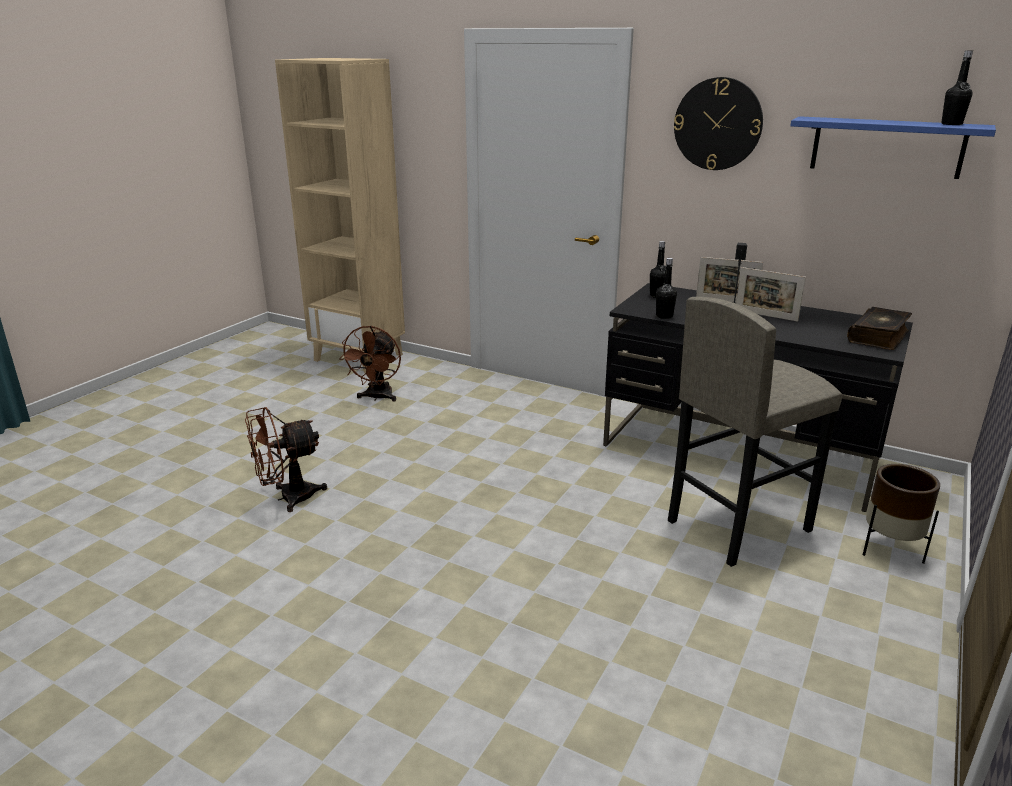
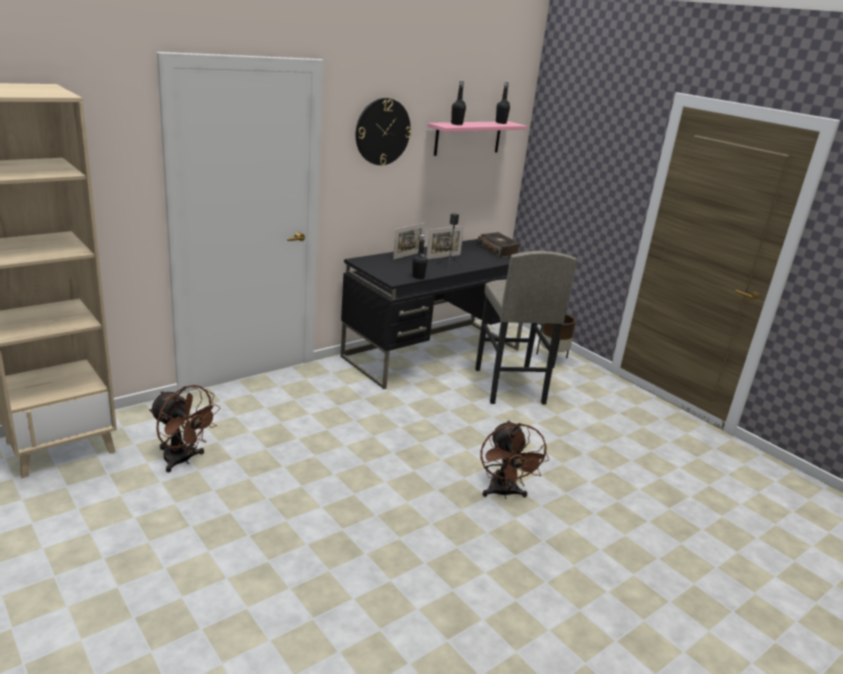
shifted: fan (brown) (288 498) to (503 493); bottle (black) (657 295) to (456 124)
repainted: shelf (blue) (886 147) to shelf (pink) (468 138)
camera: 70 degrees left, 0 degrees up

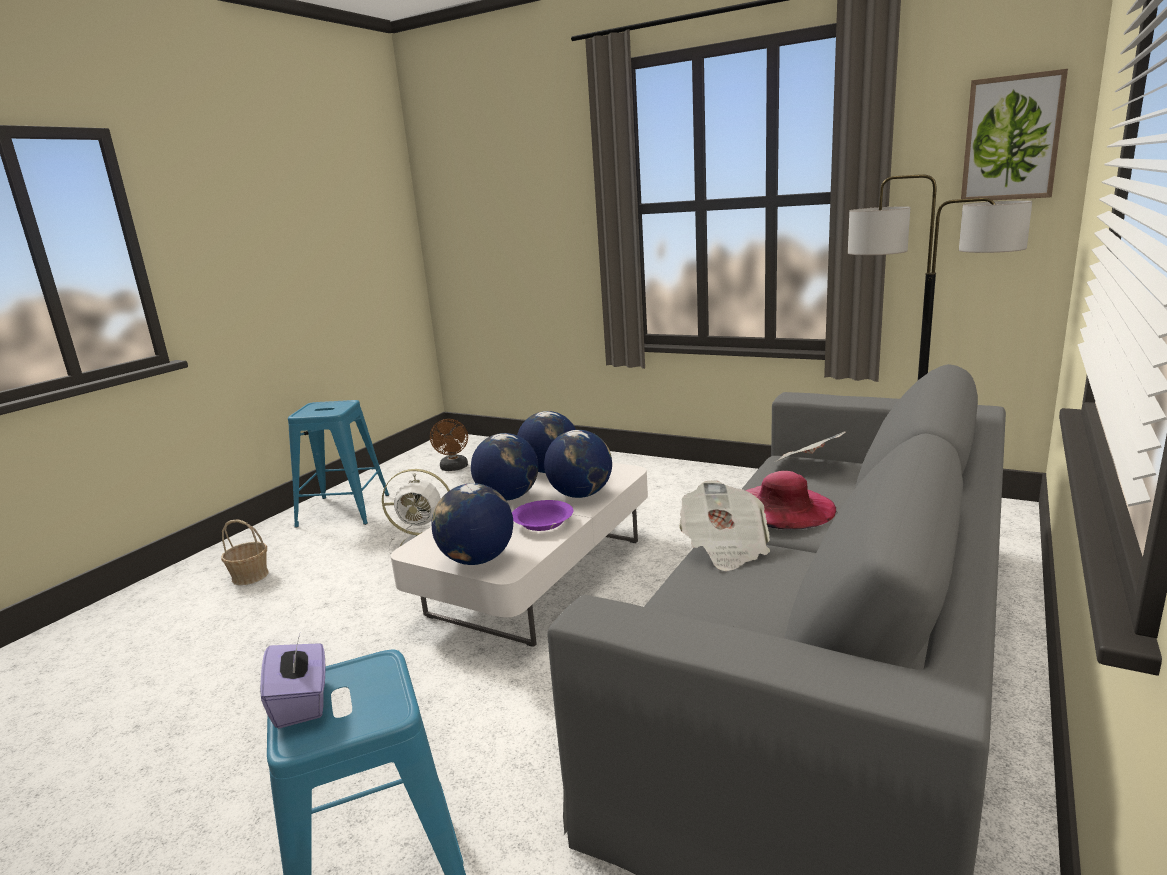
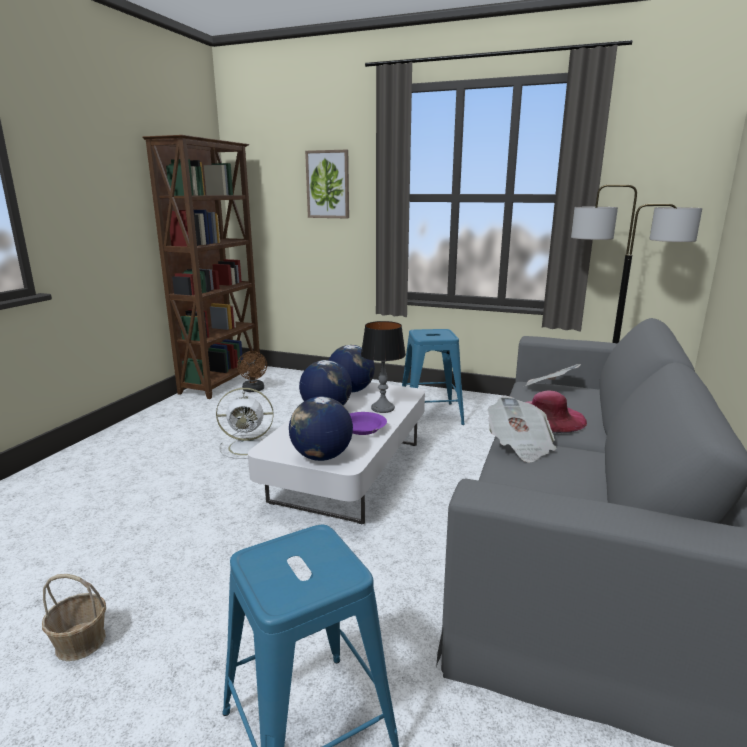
gone: tissue box (purple) (302 702)
new: bookcase (brown) (223 381)
shifted: basket (250 576) to (81 642); stool (blue) (343 510) to (430 415); picture (1011 138) to (328 184)
swapped: globe (580 494) to table lamp (382 408)
camera: 10 degrees left, 0 degrees up

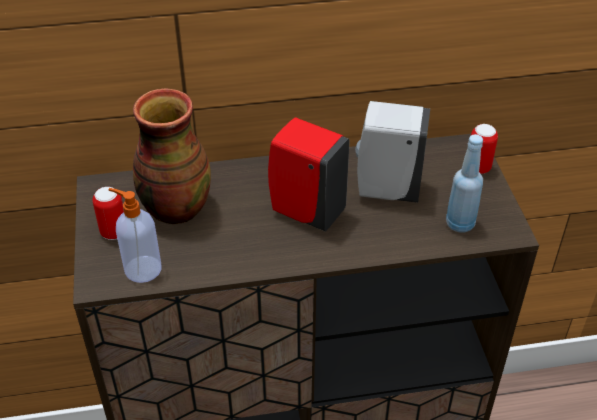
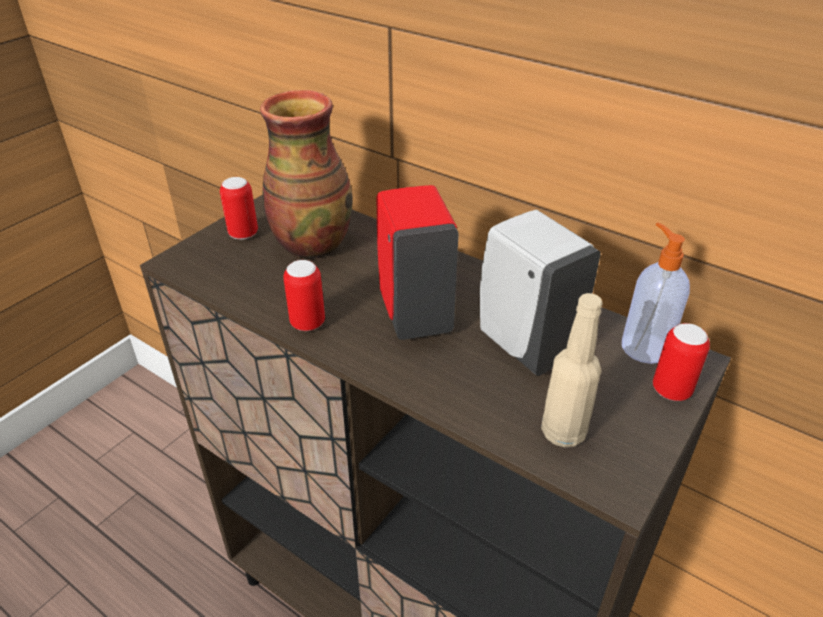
new: can (307 323)
shifted: soap dispenser (141 269) to (644 346)
repainted: bottle (blue) (460 224) to bottle (beige) (563 432)
camera: 45 degrees right, 5 degrees down

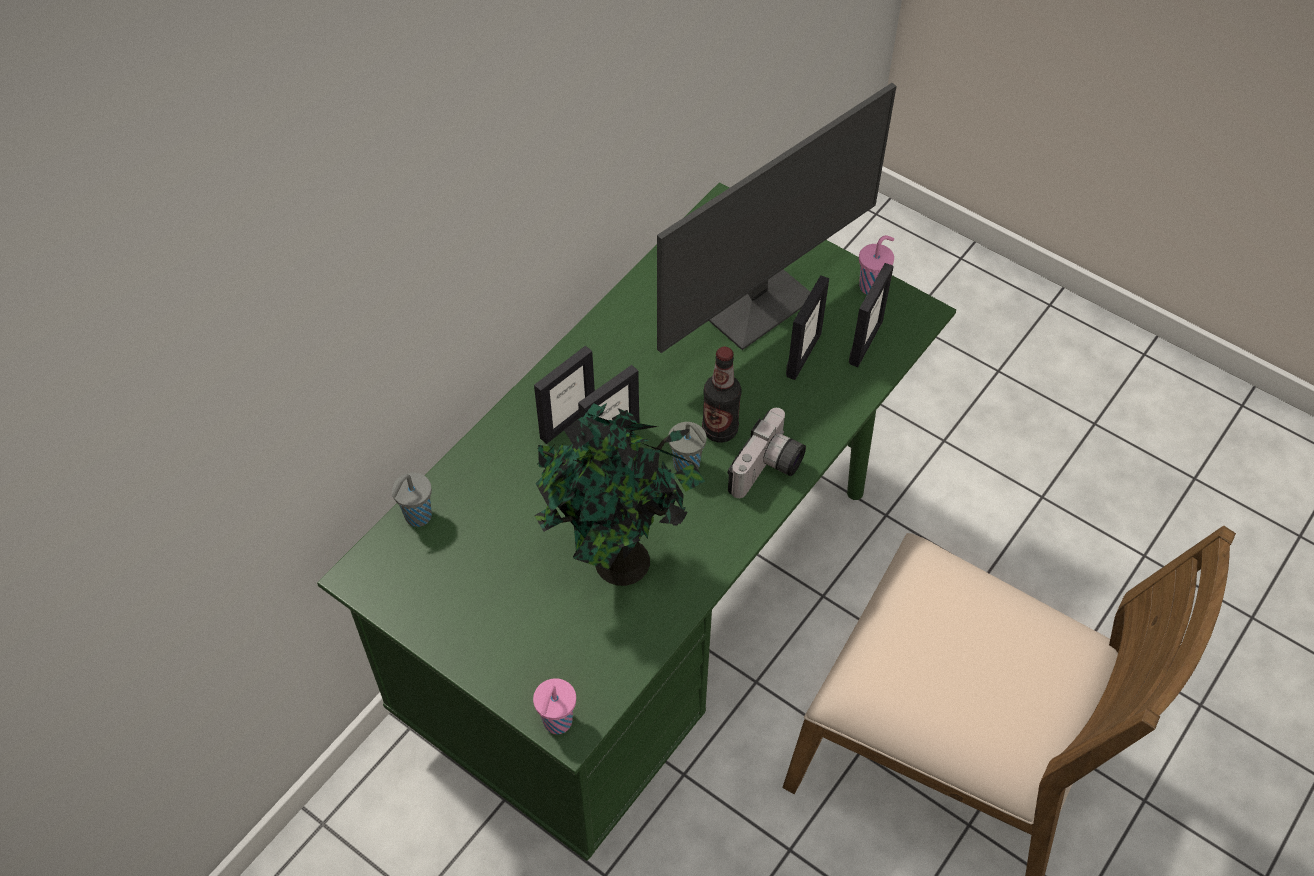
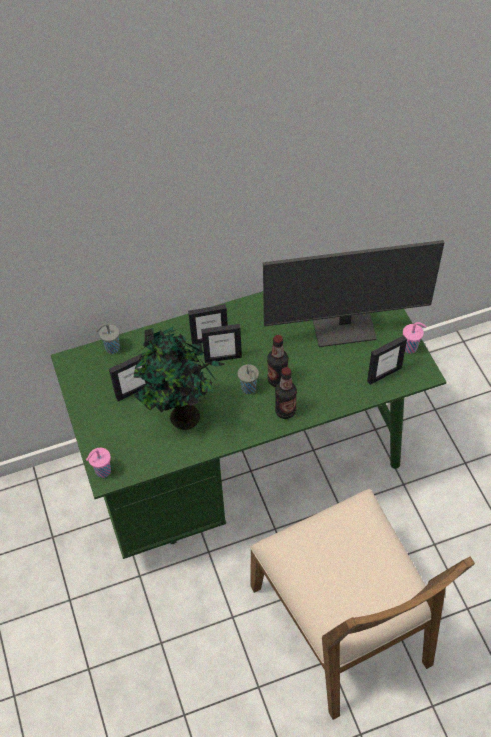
shifted: picture frame (803 355) to (133 391)
swapped: photo camera (768 470) to bottle (285 411)
camera: 35 degrees right, 0 degrees up

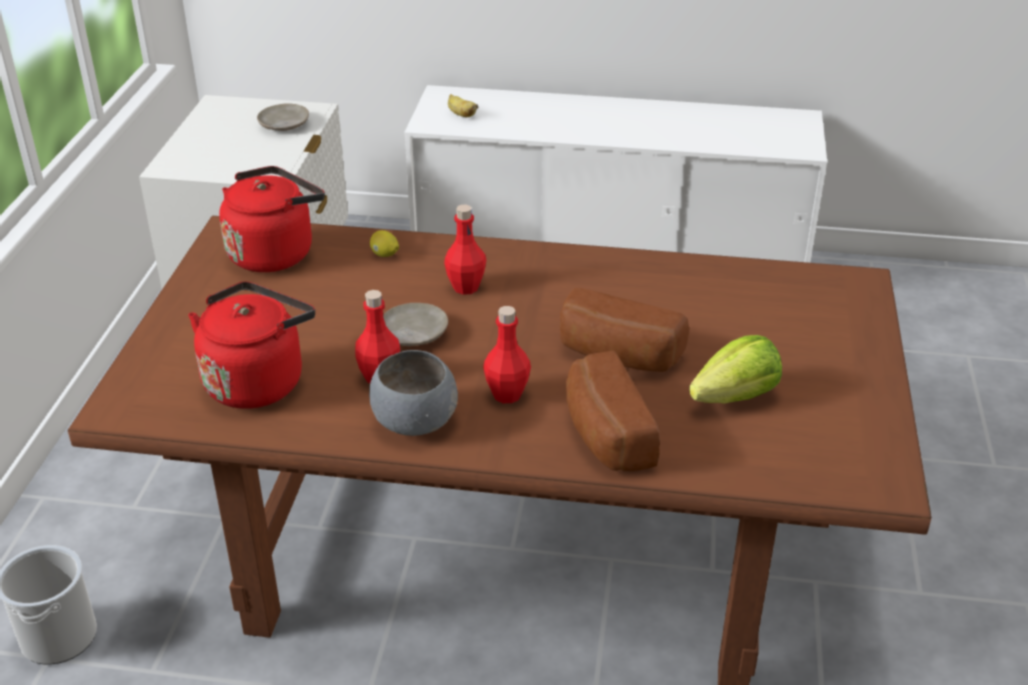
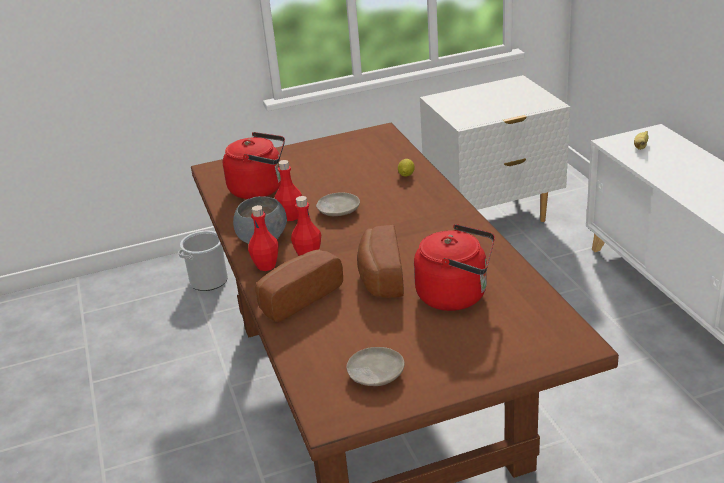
gone: lettuce (735 397)
shifted: kettle (red) (274 252) to (456 295); plate (beige) (283 125) to (375 374); bottle (red) (466 287) to (266 266)
camera: 65 degrees right, 5 degrees down

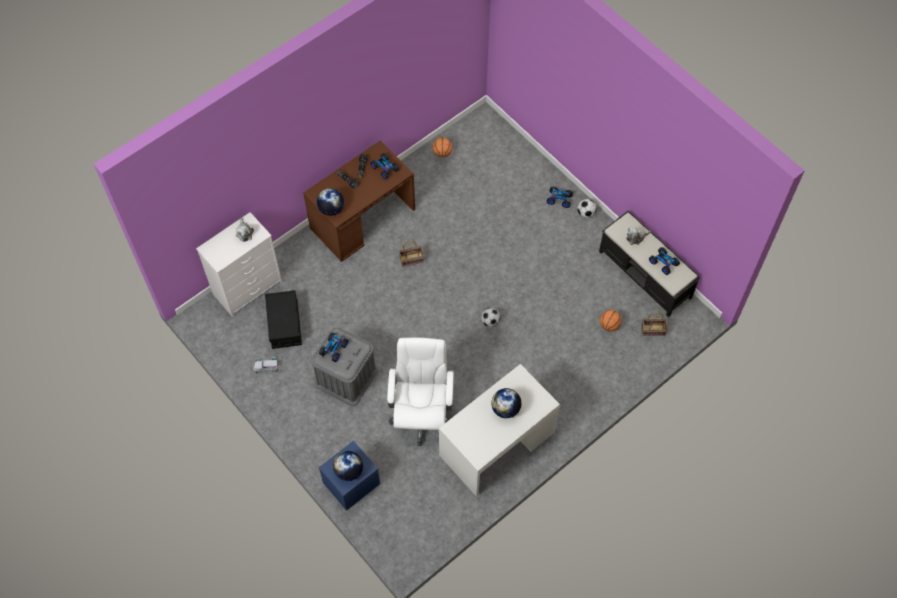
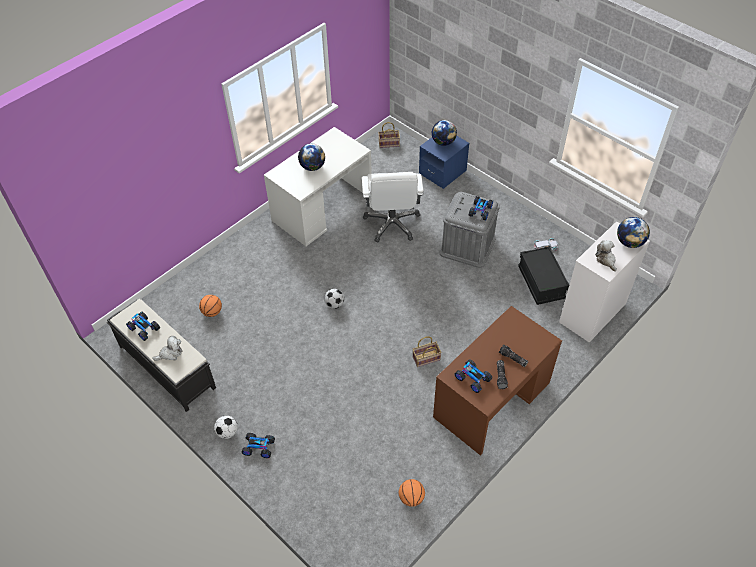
shifted: globe (331 209) to (629 242); basket (652 331) to (389 143)
camera: 175 degrees right, 10 degrees down

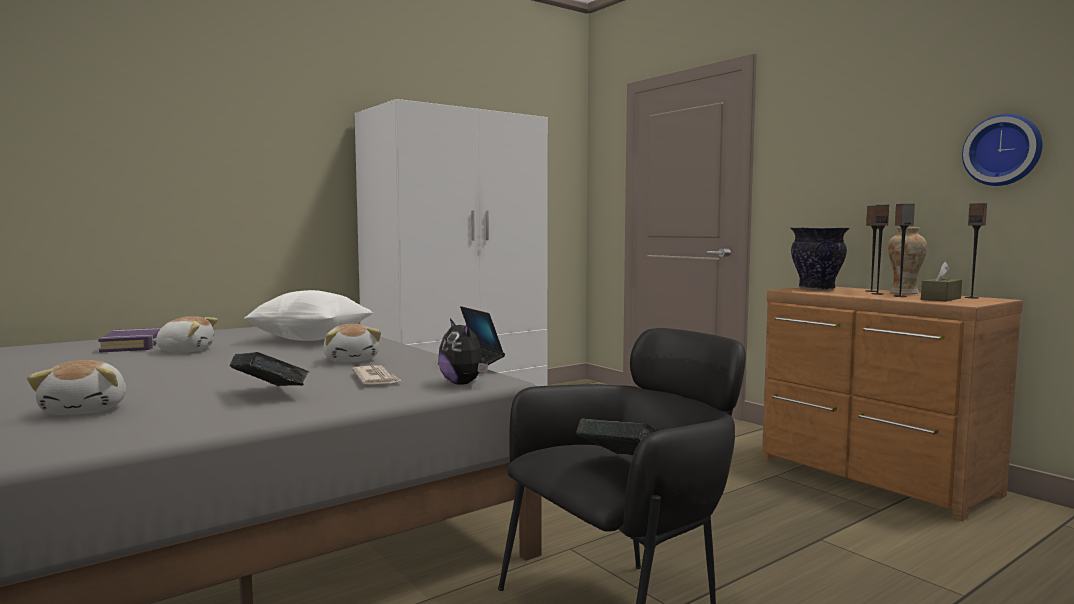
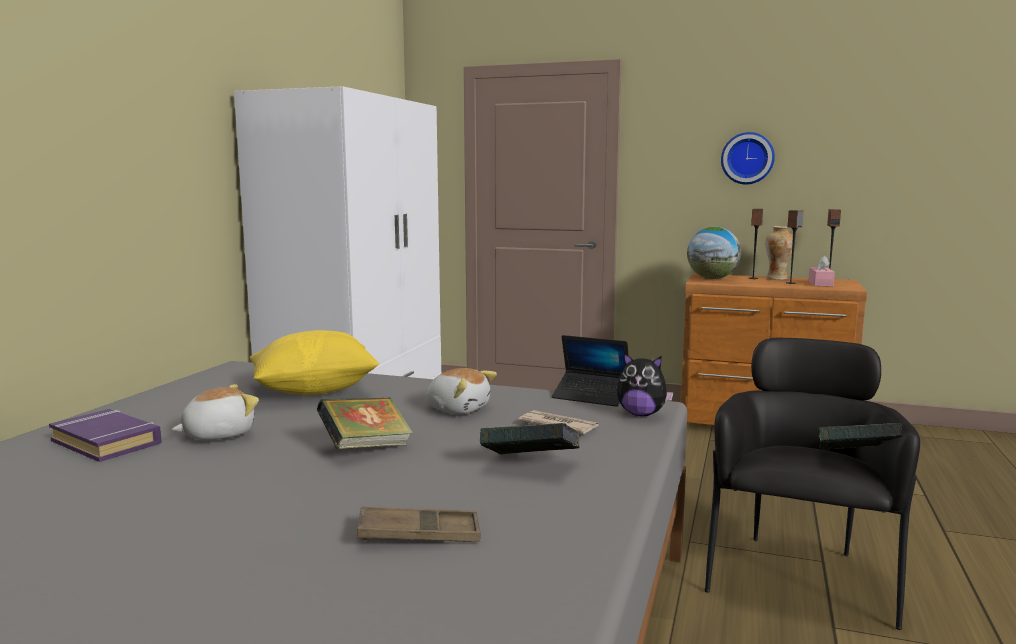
gone: speaker (877 294)
new: book (366 447)
shifted: wall clock (1003 150) to (747 158)
swapped: plush toy (87 410) to tray (brown) (419 534); vase (817 289) to globe (712 278)
repainted: pillow (white) (311 339) to pillow (yellow) (315 390); tissue box (brown) (941 299) to tissue box (pink) (820 284)
camera: 35 degrees left, 5 degrees up

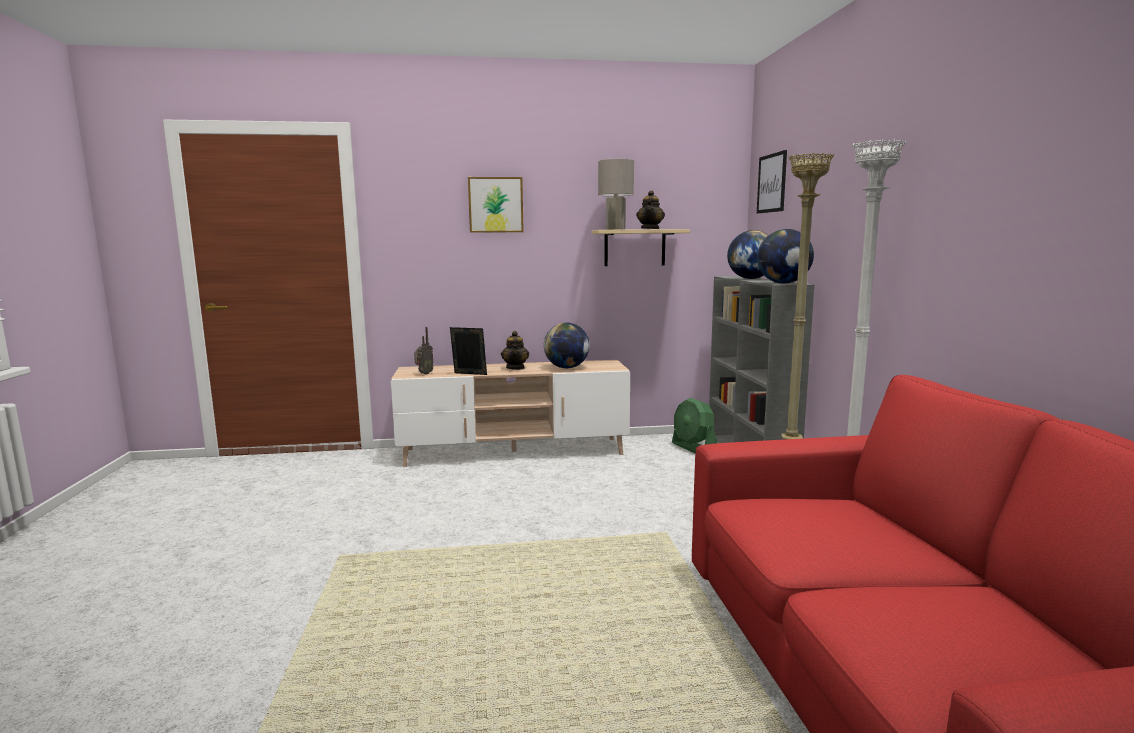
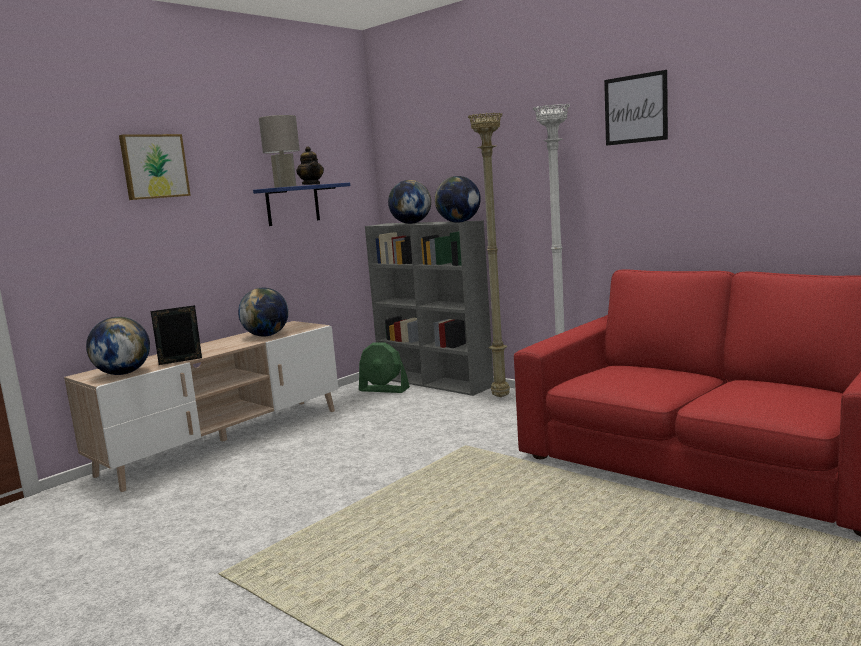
gone: teapot (515 368)
shifted: picture (772 183) to (635 109)
swapped: radio (424 374) to globe (123 373)
repainted: shelf (beige) (634 248) to shelf (blue) (292 205)
camera: 40 degrees left, 0 degrees up

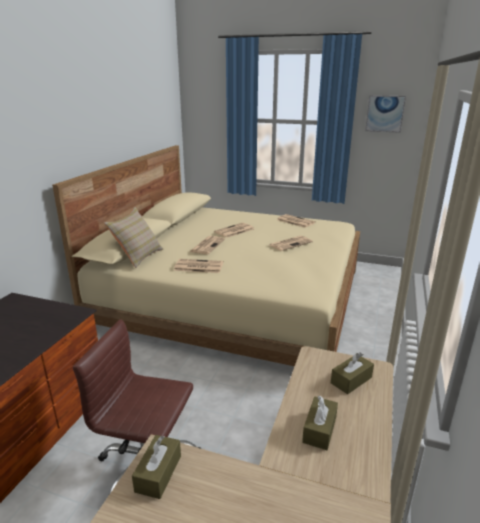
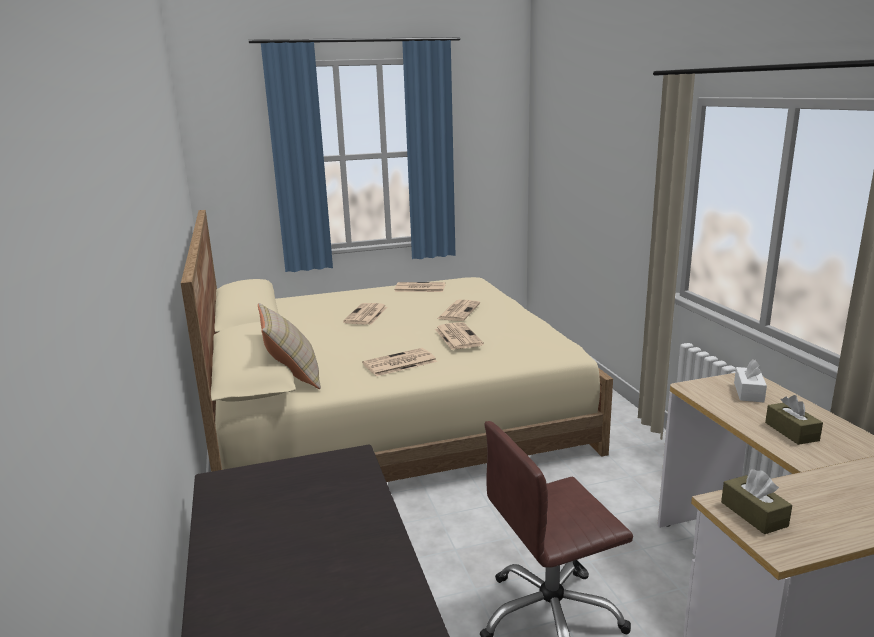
gone: picture (385 113)
shifted: newspaper (207 245) to (457 336)
repainted: tissue box (brown) (351 380) to tissue box (white) (748 392)
camera: 35 degrees left, 5 degrees down

